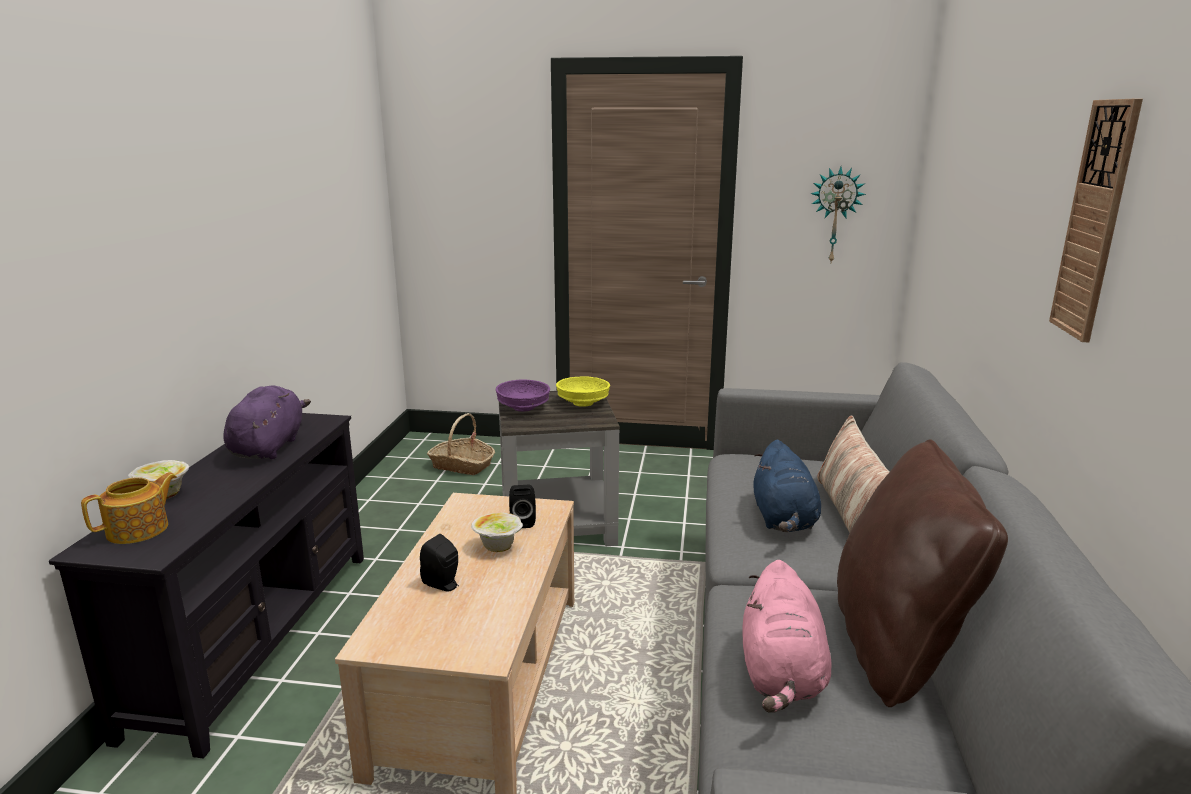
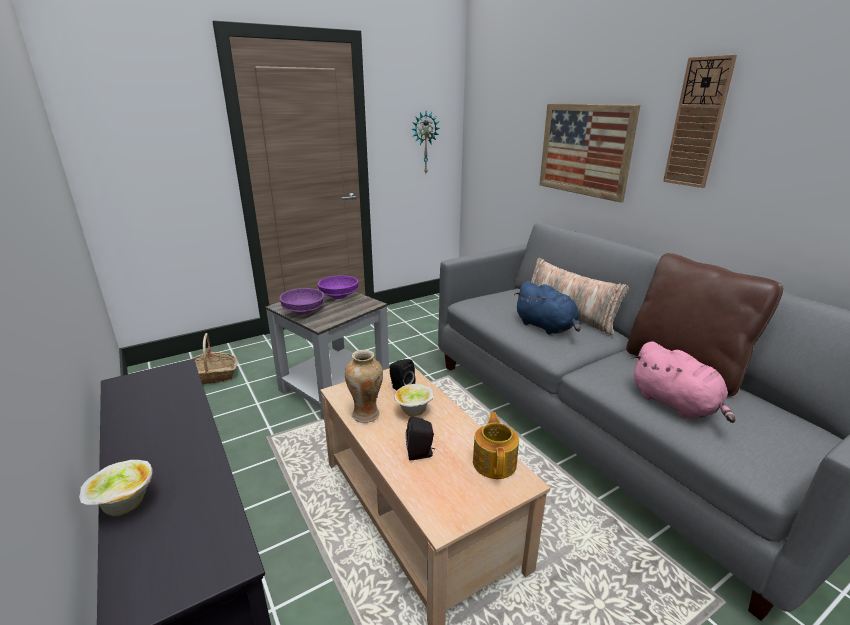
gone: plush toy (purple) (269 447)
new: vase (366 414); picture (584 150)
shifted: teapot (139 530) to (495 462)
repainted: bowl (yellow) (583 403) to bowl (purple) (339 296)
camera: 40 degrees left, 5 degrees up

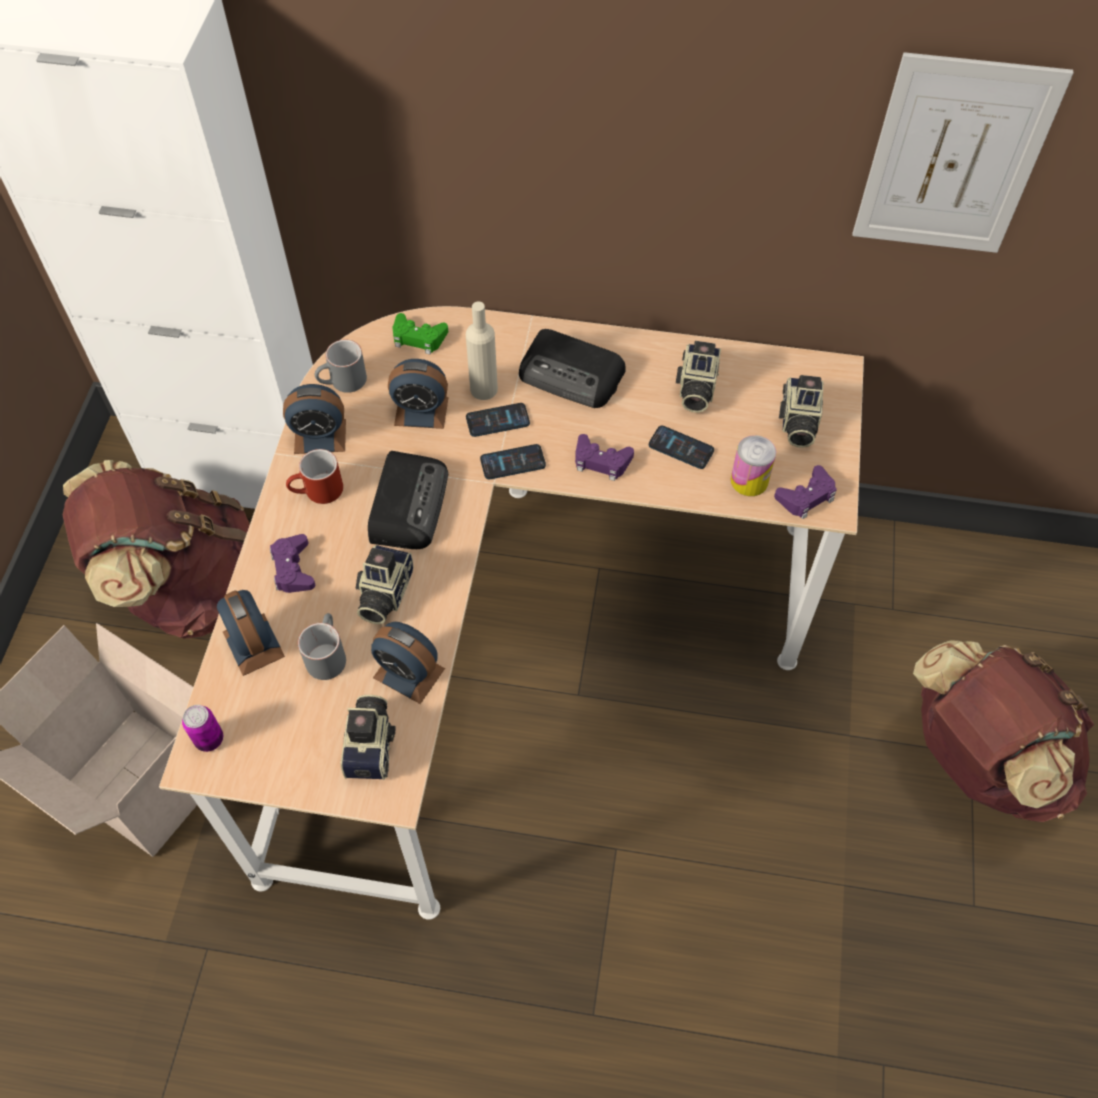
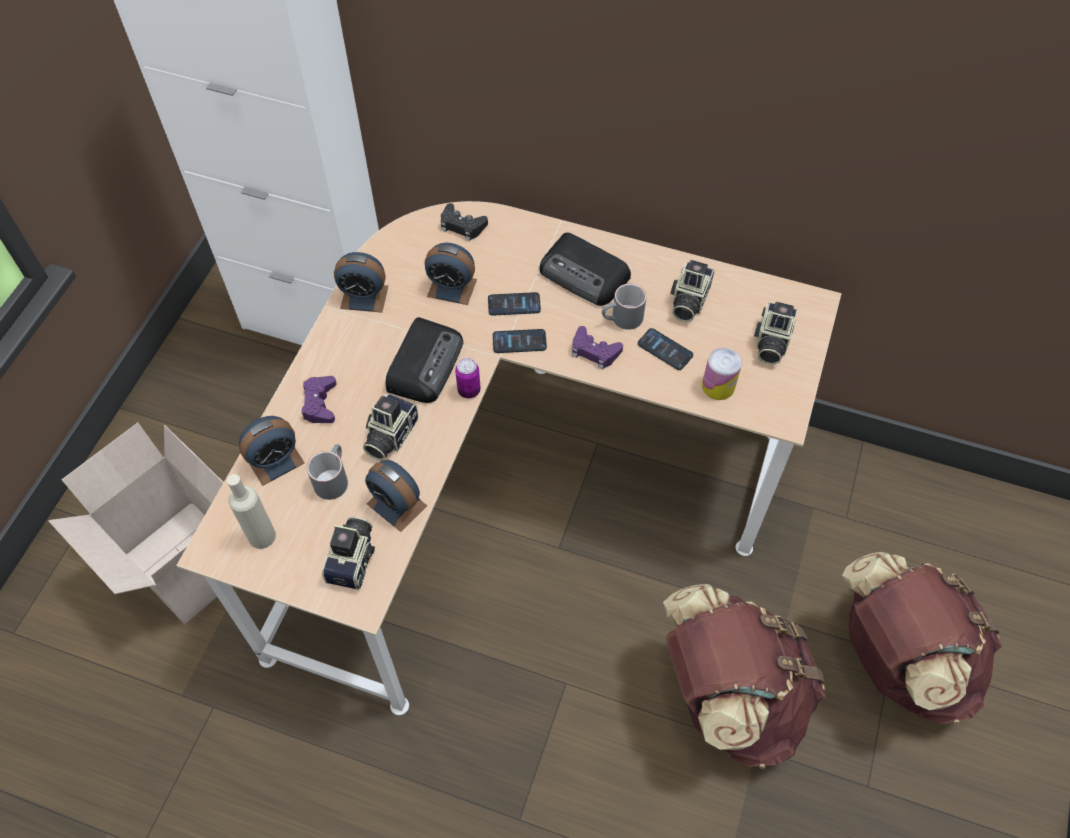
gone: mug (red) (317 492); game controller (purple) (806 496); picture (953 157)
shifted: backpack (brown) (186 587) to (728 696); can (209 739) to (469 390); mug (grey) (343 383) to (622 320); bottle (beige) (484 389) to (262 536)
repainted: game controller (green) (418 338) to game controller (black) (462 226)
rotated: alarm clock (253 644) = (275 460) 75 degrees clockwise
camera: 10 degrees right, 0 degrees up

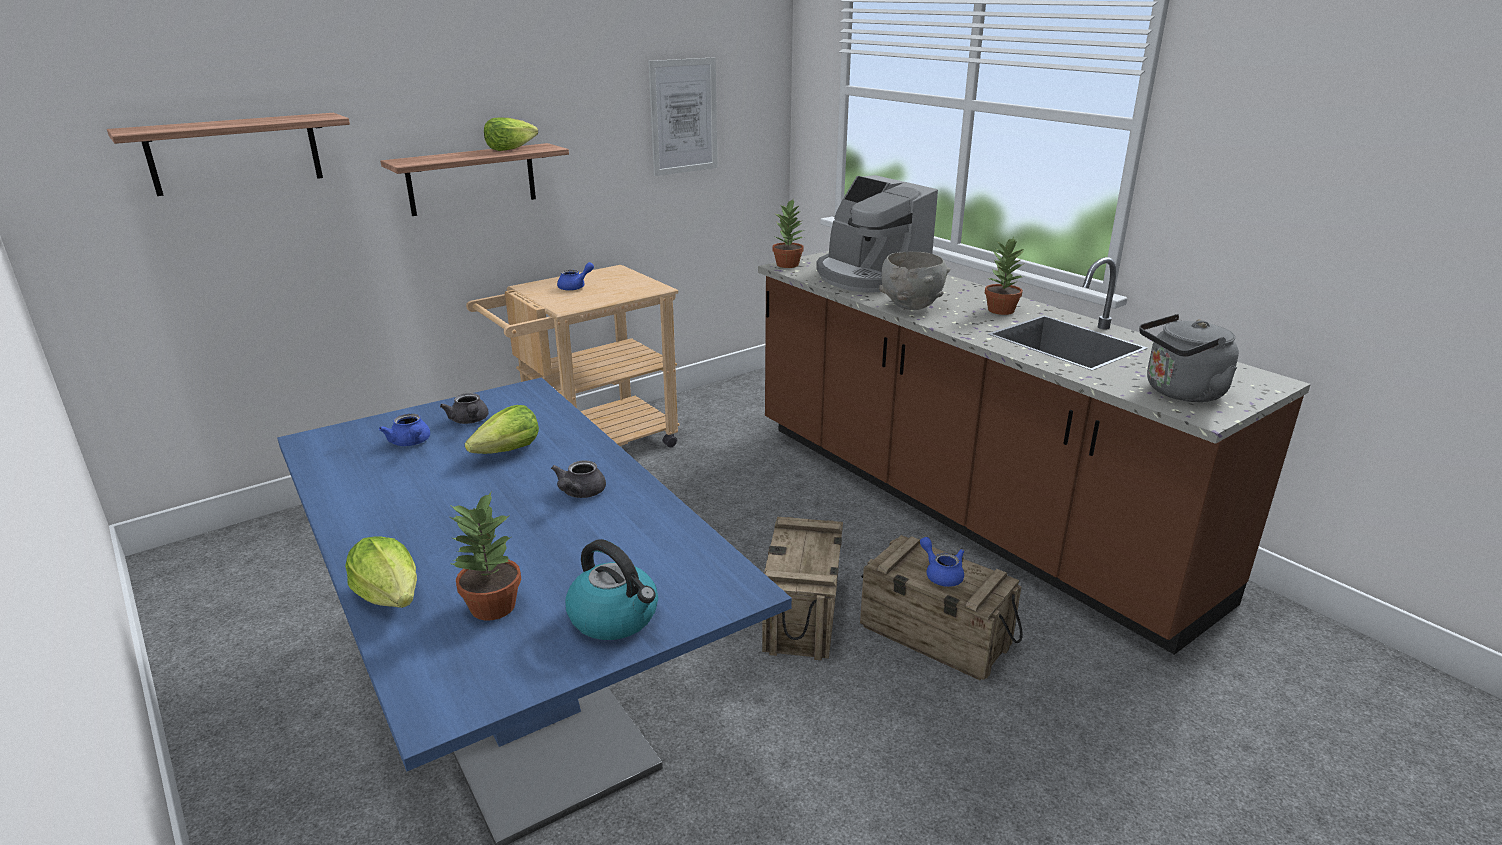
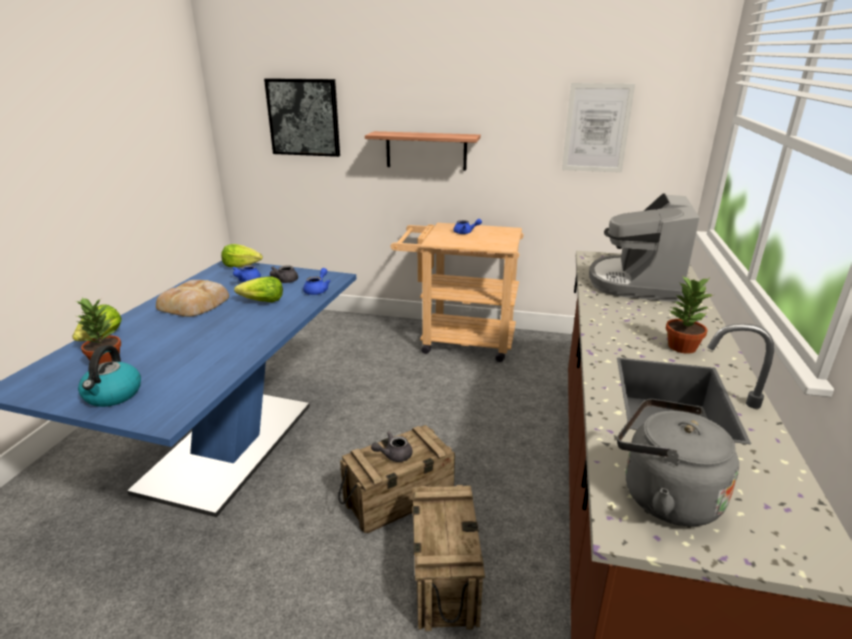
gone: potted plant (788 265); bowl (grey) (911 306)
new: bread (195 303)
shifted: lettuce (510 149) to (242 266); teapot (grey) (579 493) to (394 455); teapot (blue) (941 574) to (318 290)
swapped: shelf (235 153) to picture (304 117)
camera: 50 degrees right, 0 degrees up

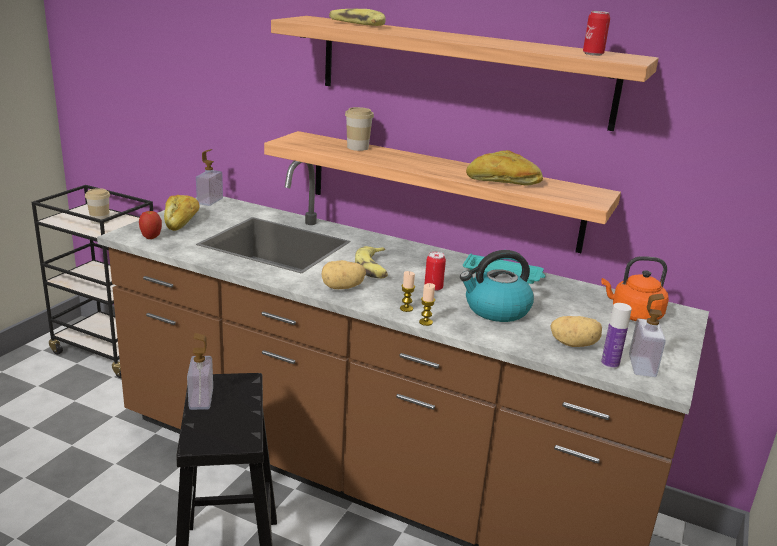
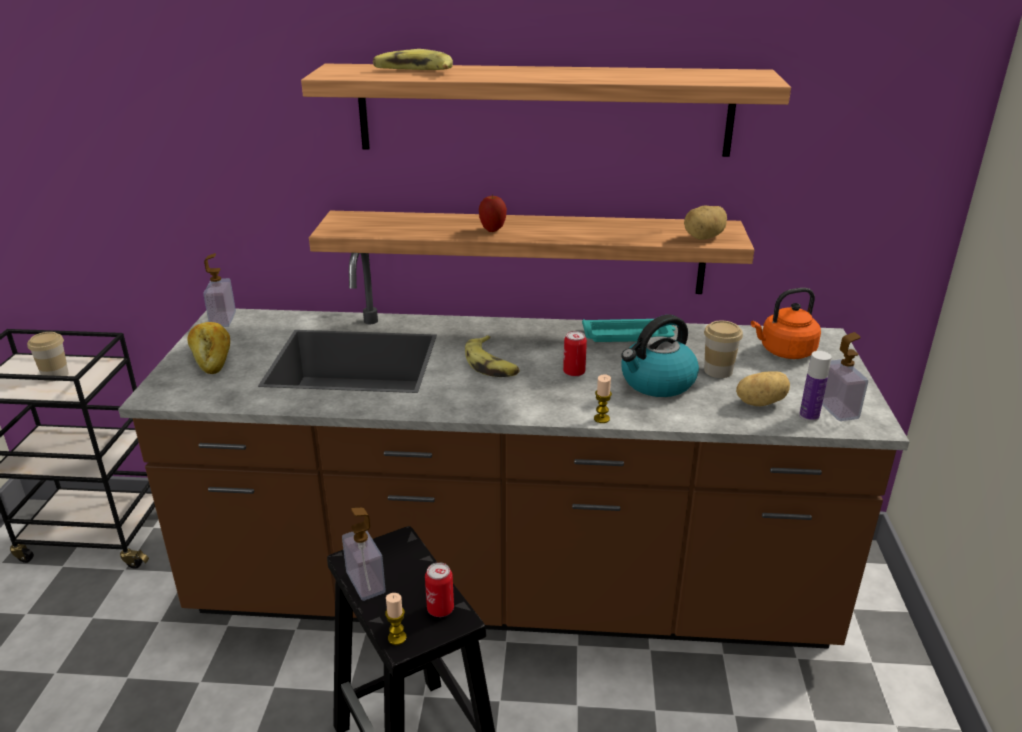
gone: bread (503 182)
shifted: apple (151 238) to (492 230); potato (342 288) to (705 237); cup (357 147) to (718 371); candle (406 308) to (397 638); can (593 54) to (440 609)
camera: 20 degrees left, 5 degrees up

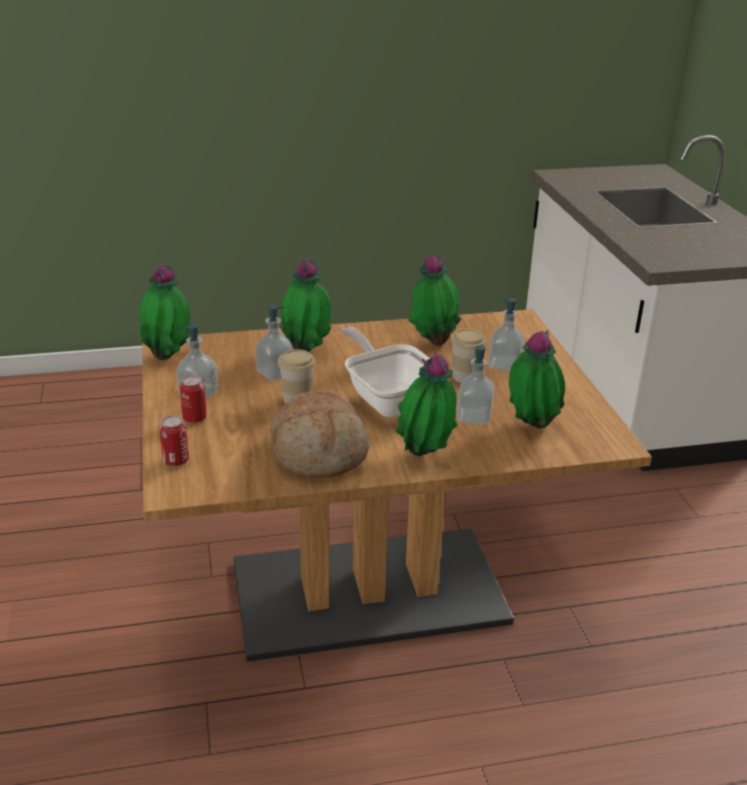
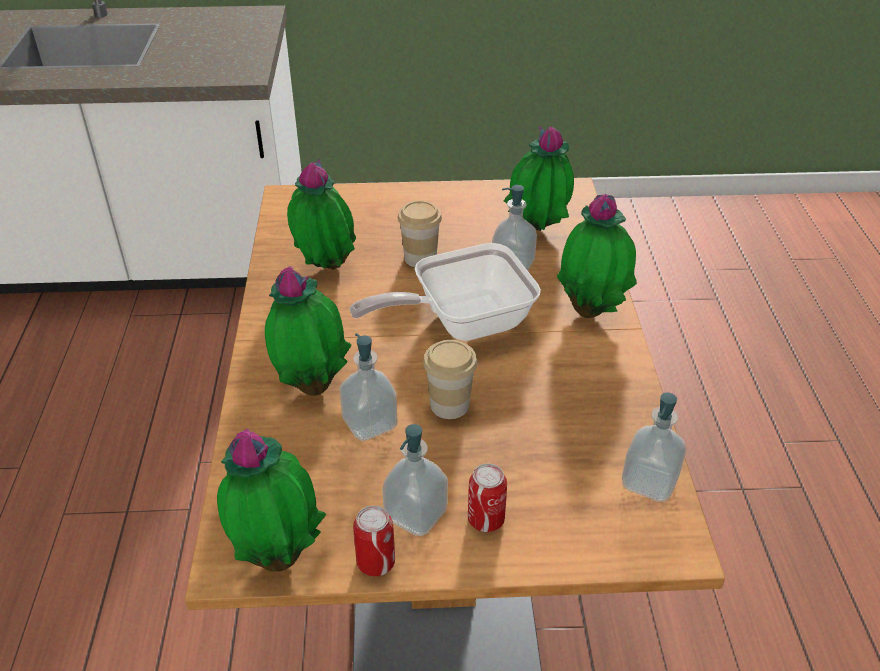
gone: bread (318 452)
shifted: can (176 460) to (376 562); soap dispenser (504 365) to (649 482)
camera: 80 degrees left, 10 degrees up

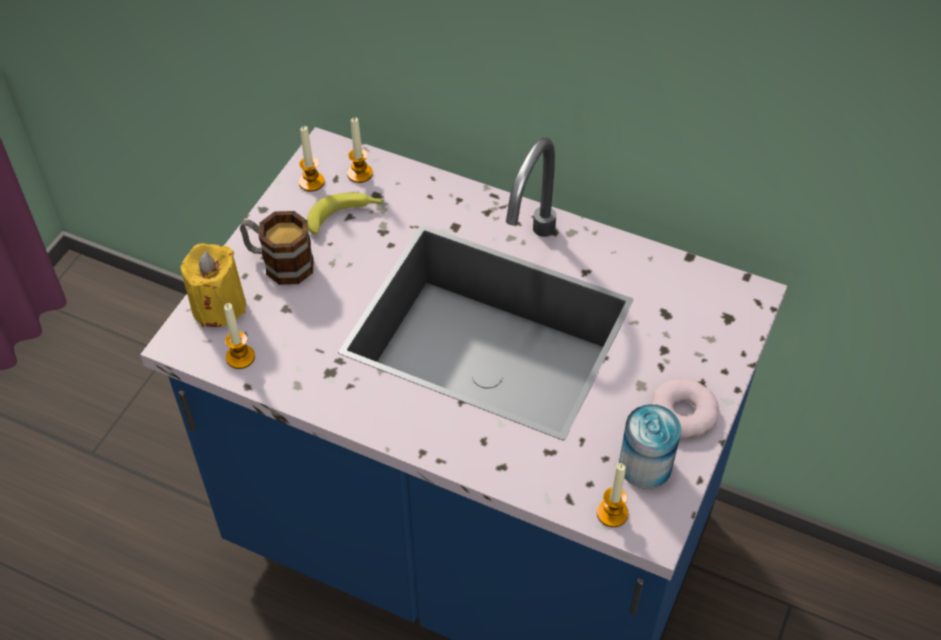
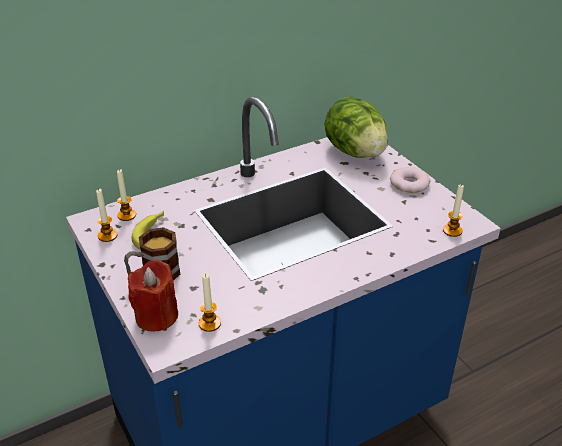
gone: can (645 465)
new: lettuce (355 152)
repainted: candle (yellow) (218 306) to candle (red) (156 316)
camera: 55 degrees left, 15 degrees down

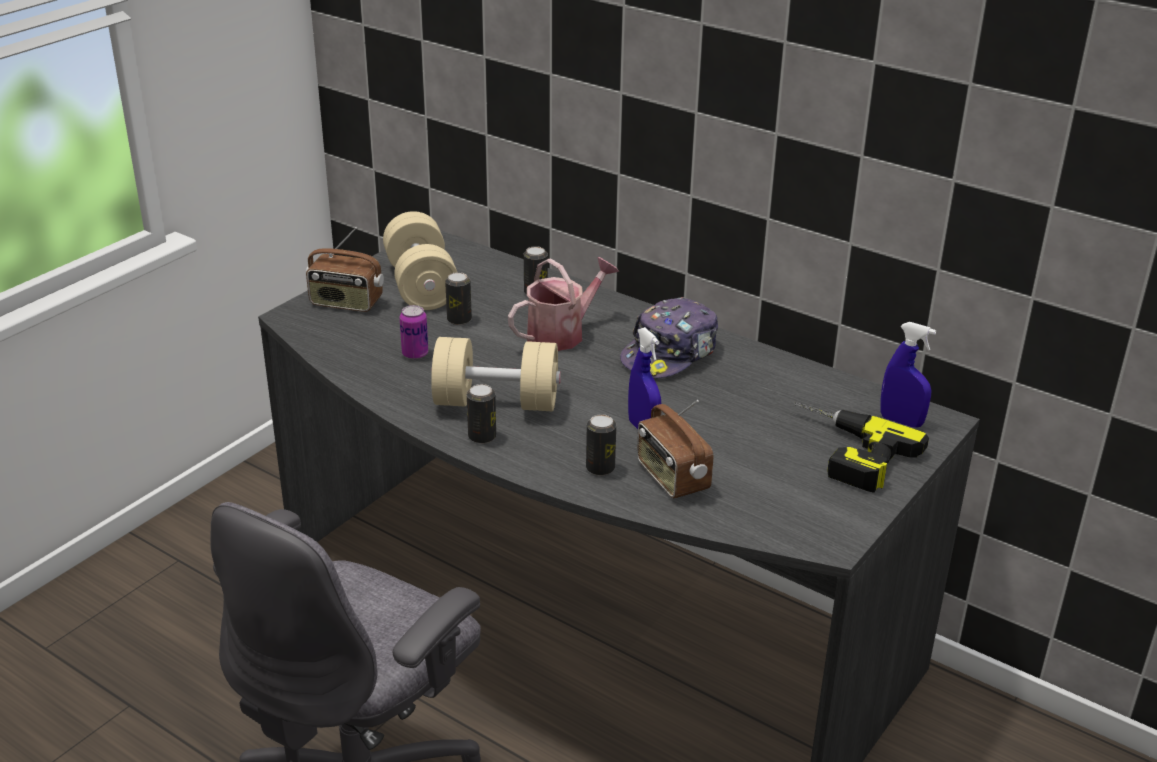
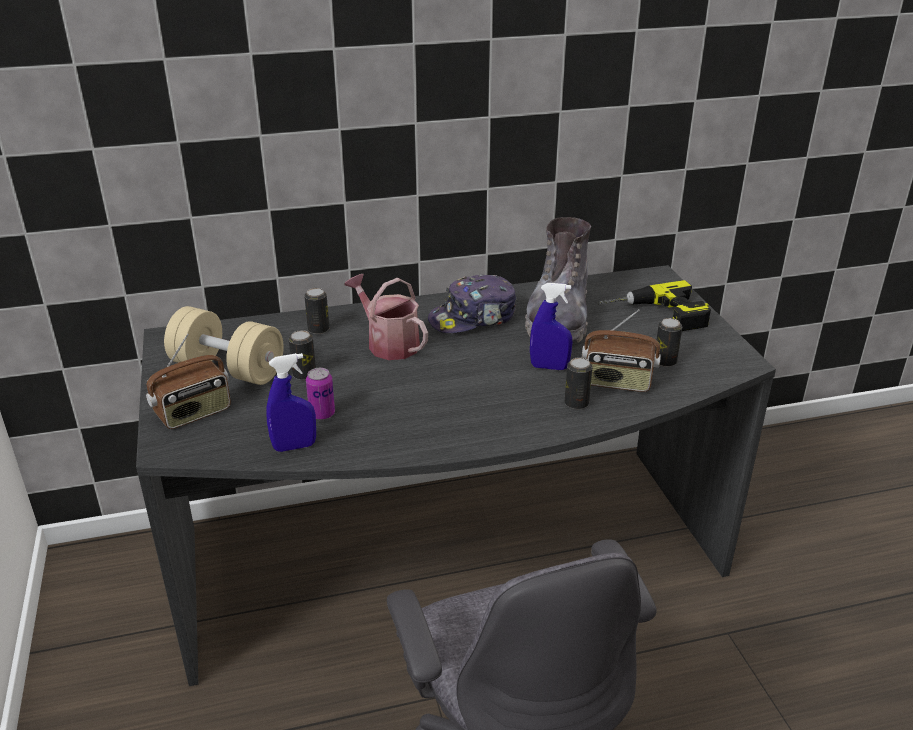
gone: dumbbell (beige) (496 402)
new: boot (grey) (558 318)
shifted: can (482 437) to (665 361); spray bottle (blue) (901 421) to (294 446)
rotated: watering can (562 333) = (388 343) 45 degrees counterclockwise; cap (670 354) = (473 318) 75 degrees clockwise
camera: 50 degrees left, 0 degrees up

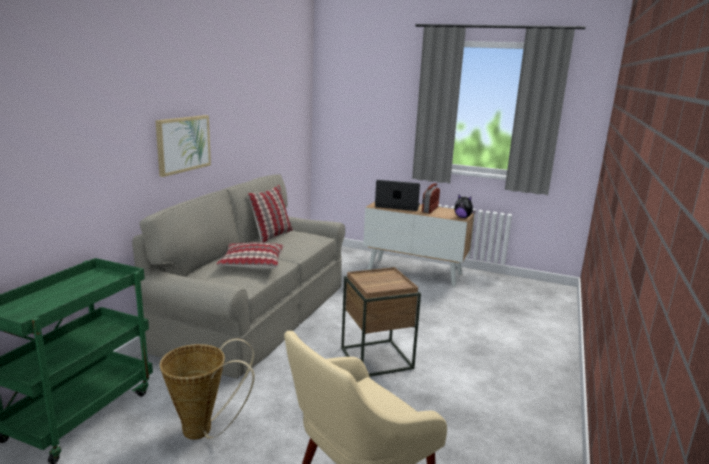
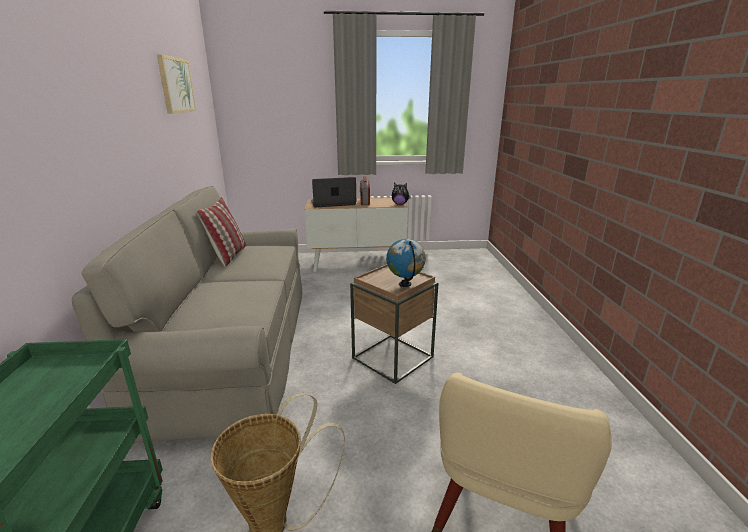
gone: pillow (251 264)
new: globe (405 284)
shifted: picture (183 144) to (176 85)
camera: 25 degrees left, 5 degrees up

